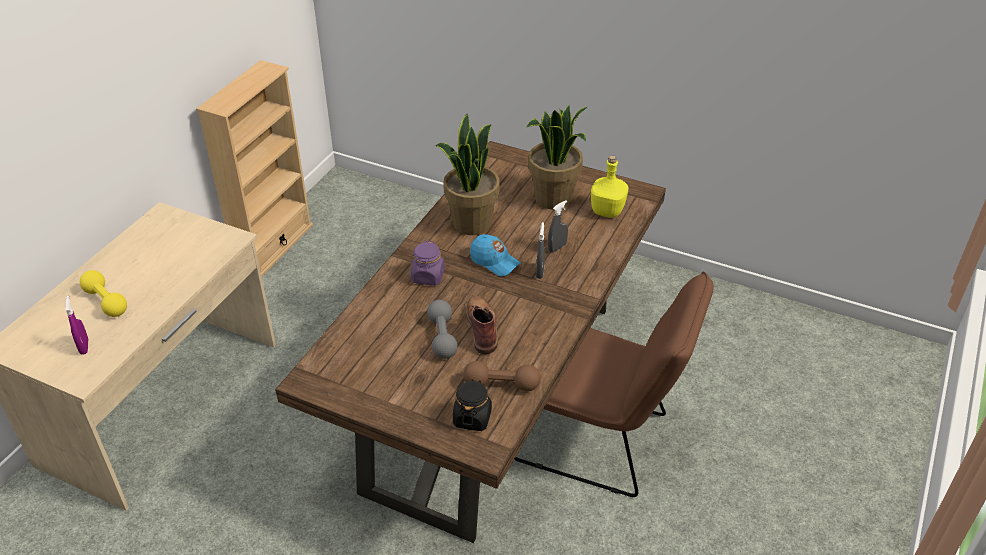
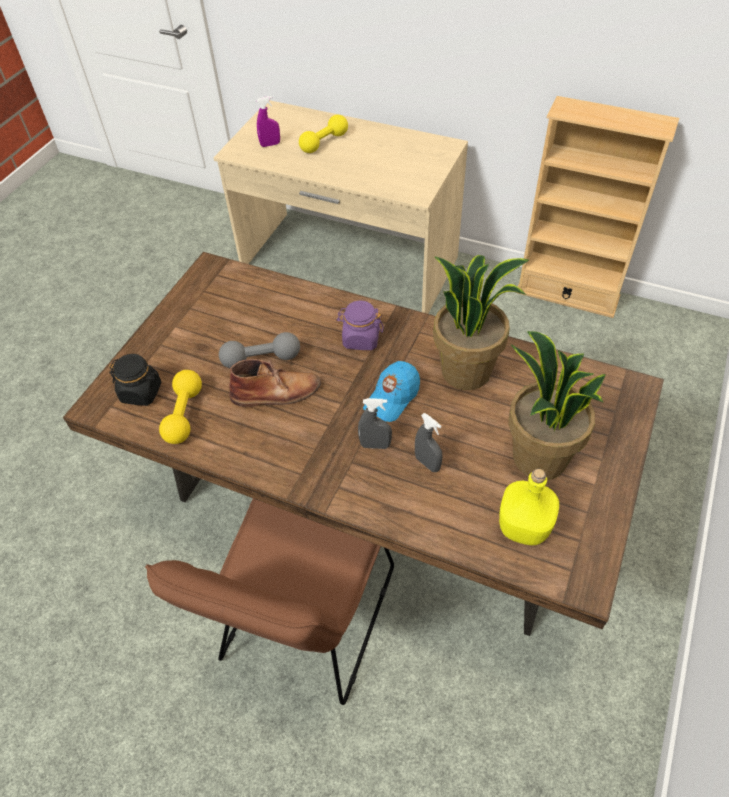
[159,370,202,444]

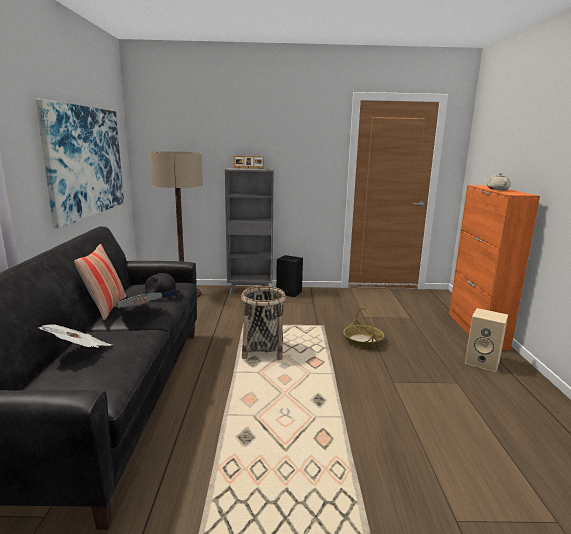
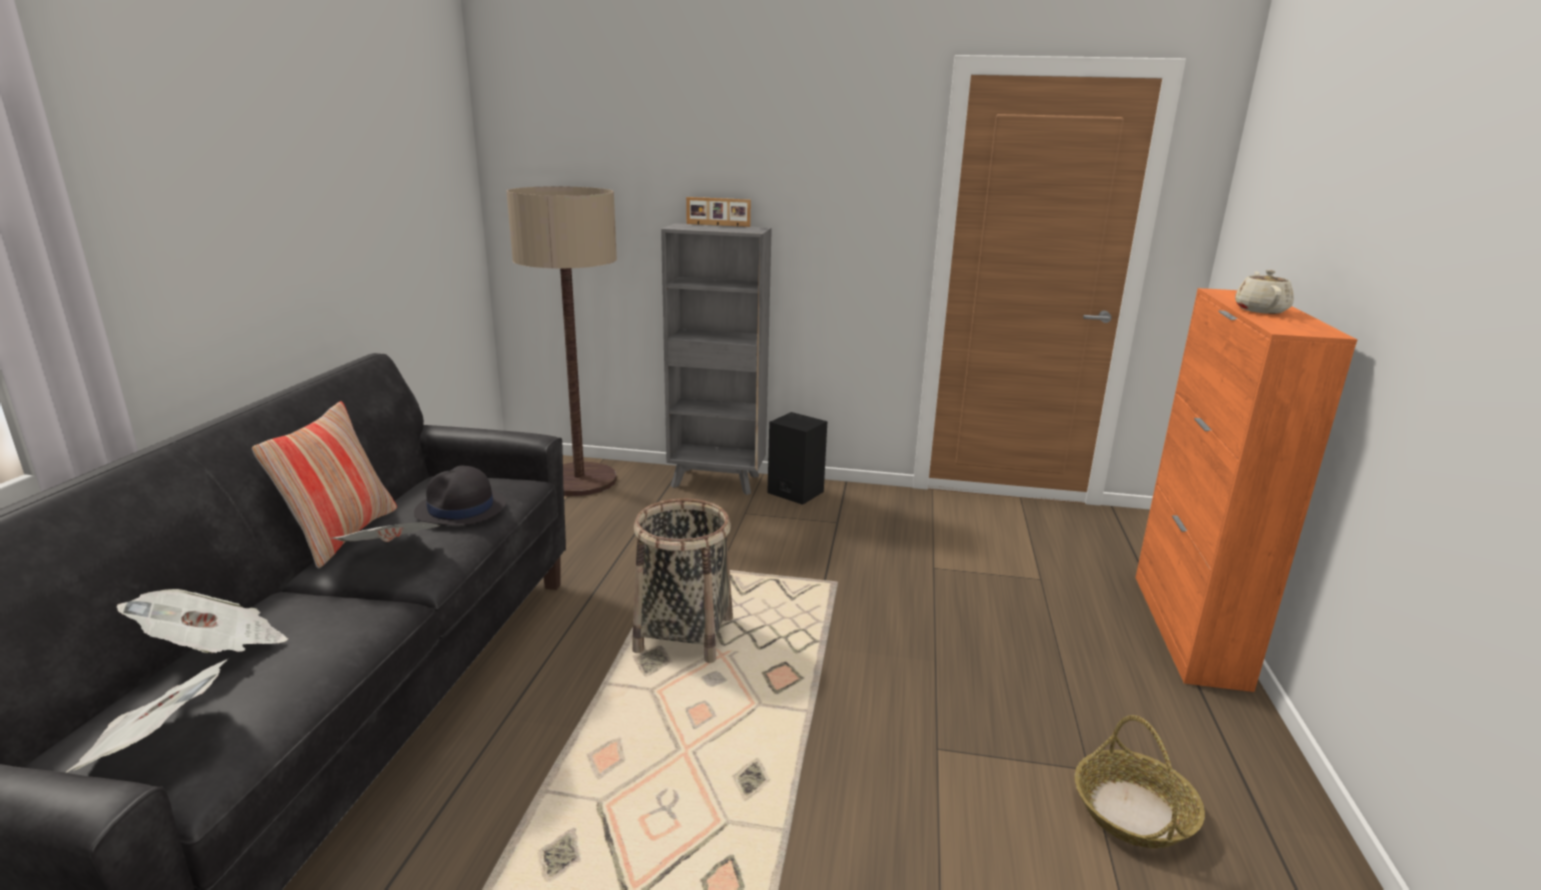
[66,658,229,773]
[1075,715,1205,848]
[36,99,124,228] (first image)
[465,308,508,372] (first image)

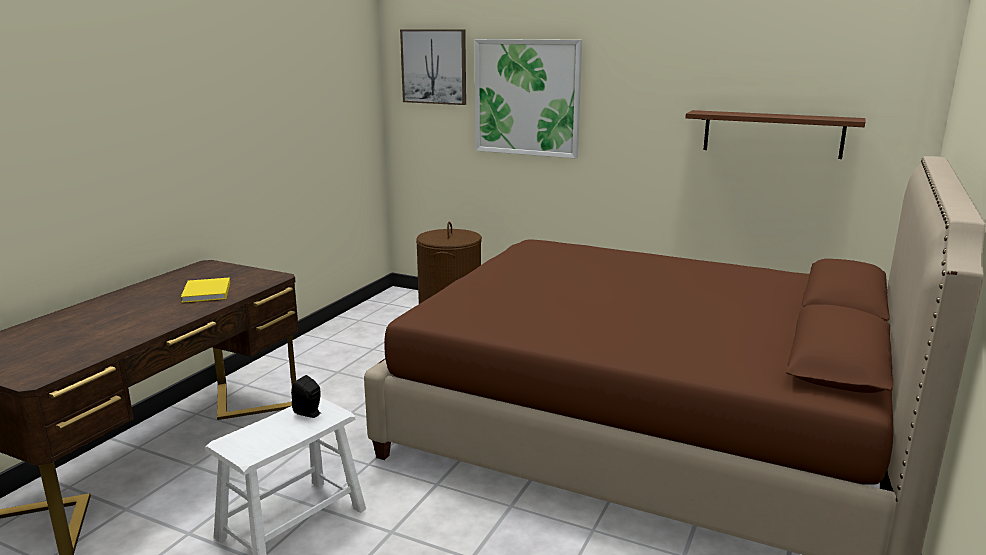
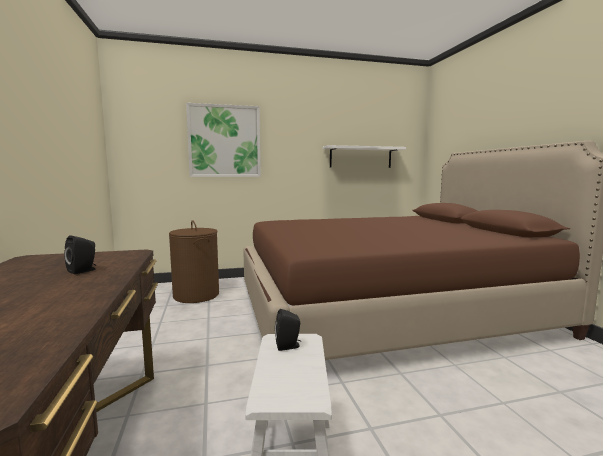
[64,235,96,274]
[323,145,406,168]
[400,29,466,105] (first image)

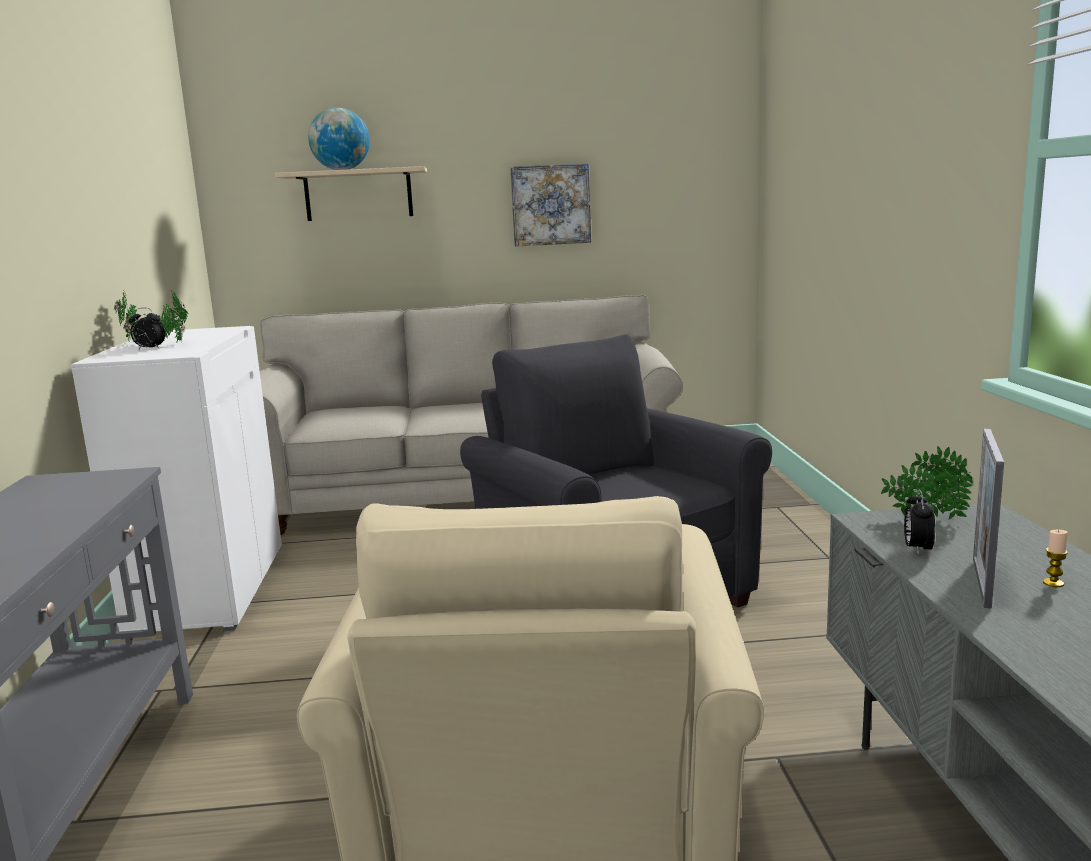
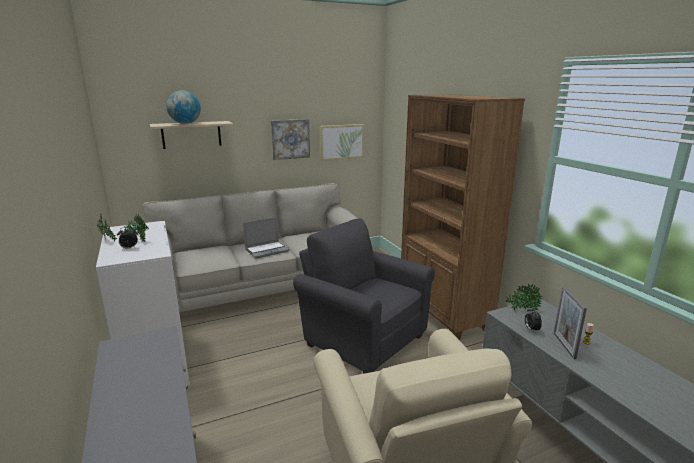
[243,217,289,259]
[320,124,364,161]
[401,94,525,340]

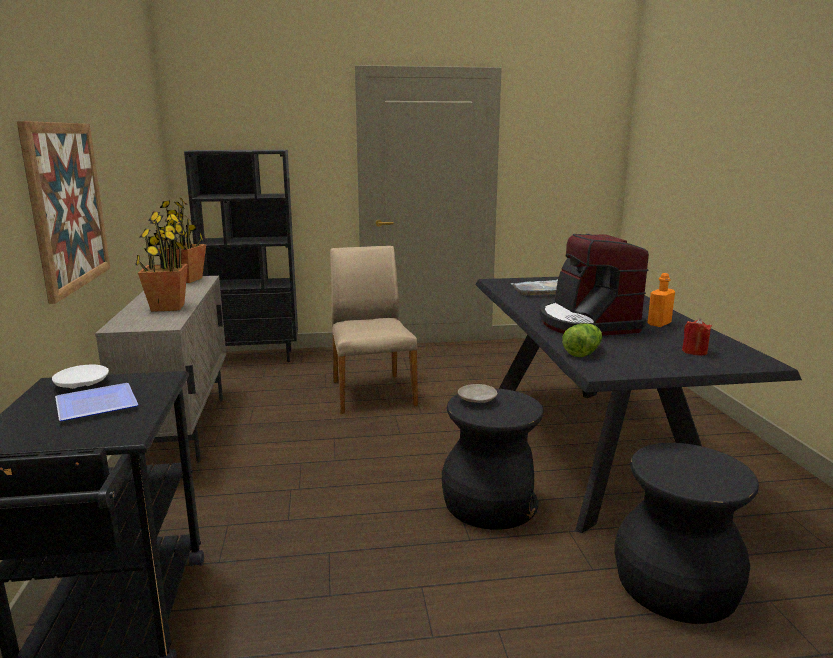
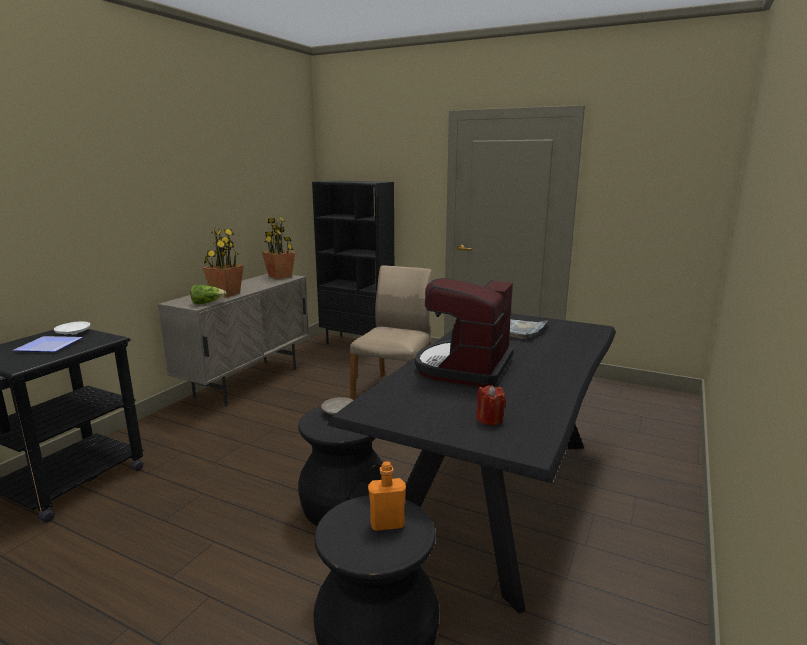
[191,285,226,305]
[368,461,406,531]
[17,121,111,304] (first image)

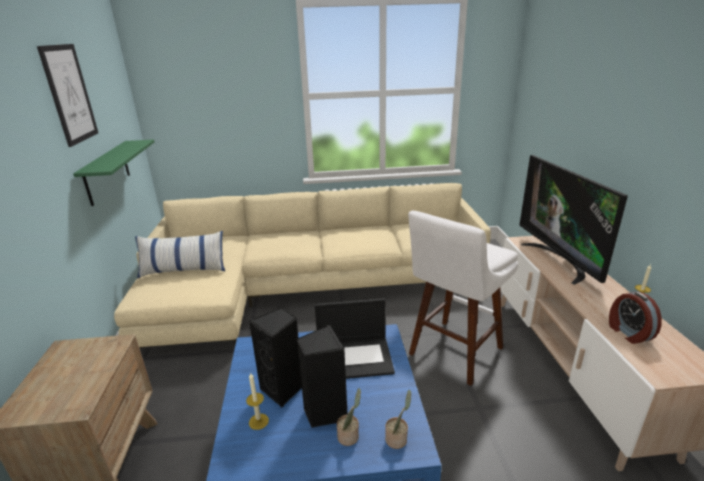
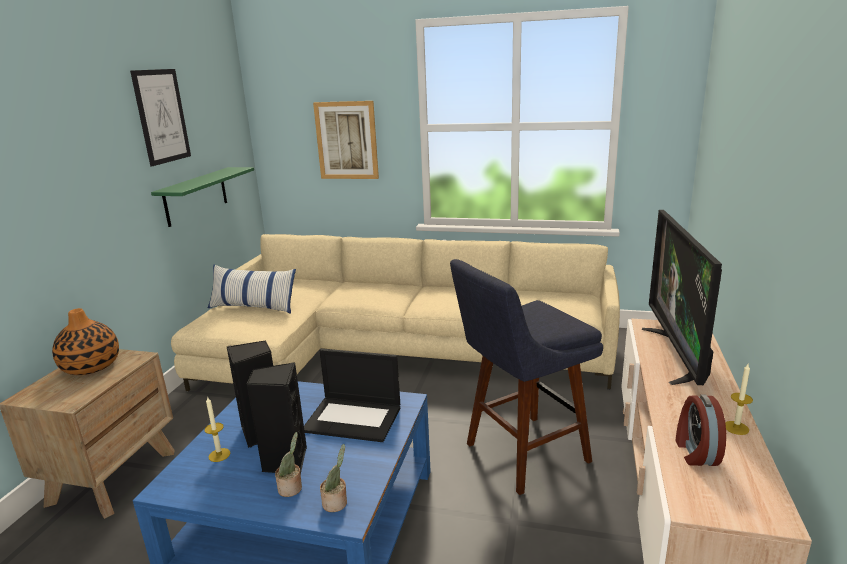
[52,308,119,375]
[313,101,379,179]
[450,259,603,495]

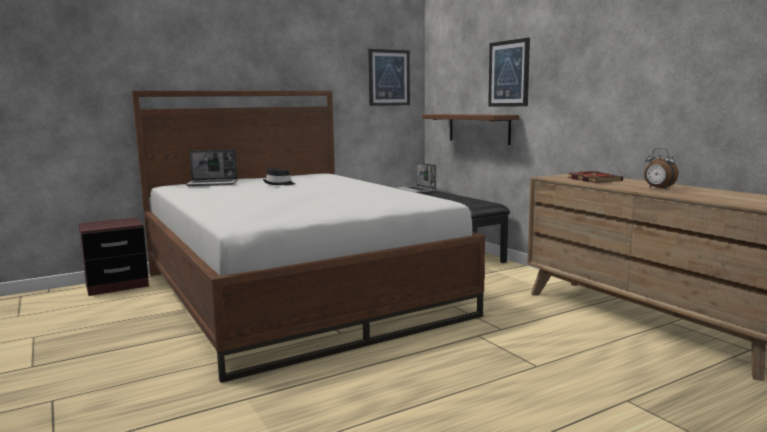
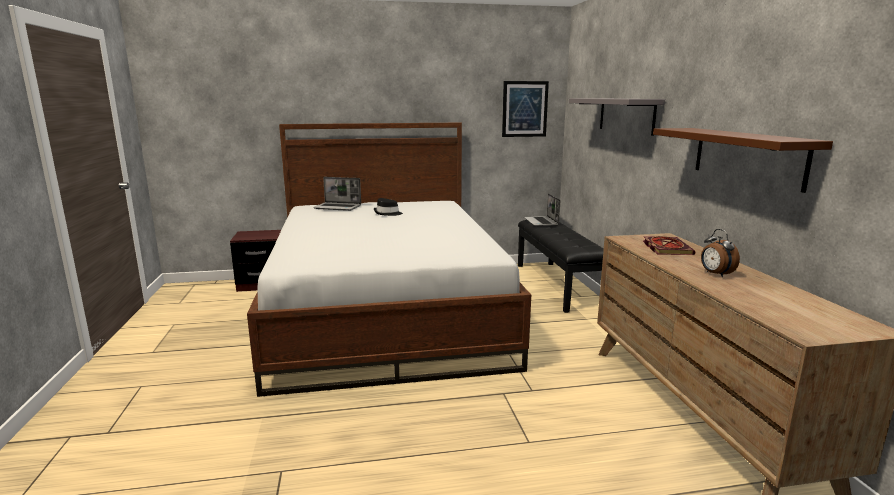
[569,98,665,136]
[653,128,833,193]

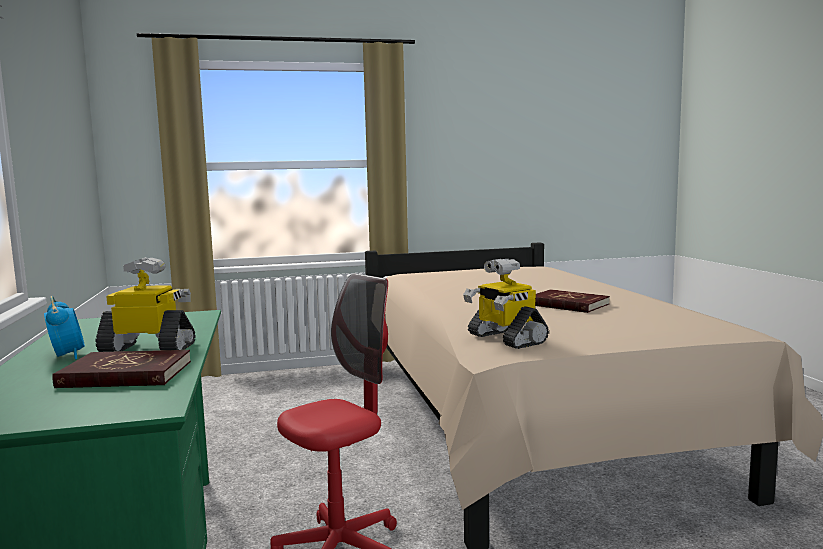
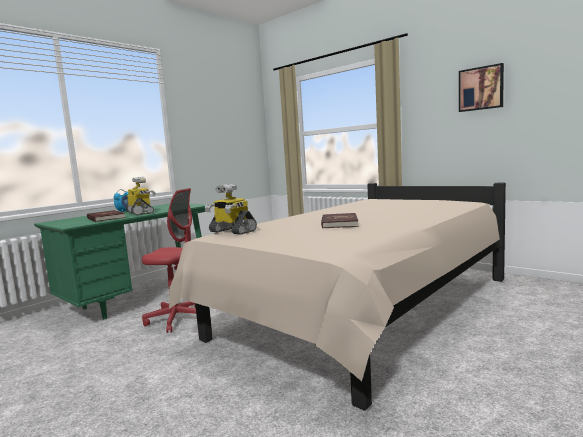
[205,184,257,235]
[459,63,504,112]

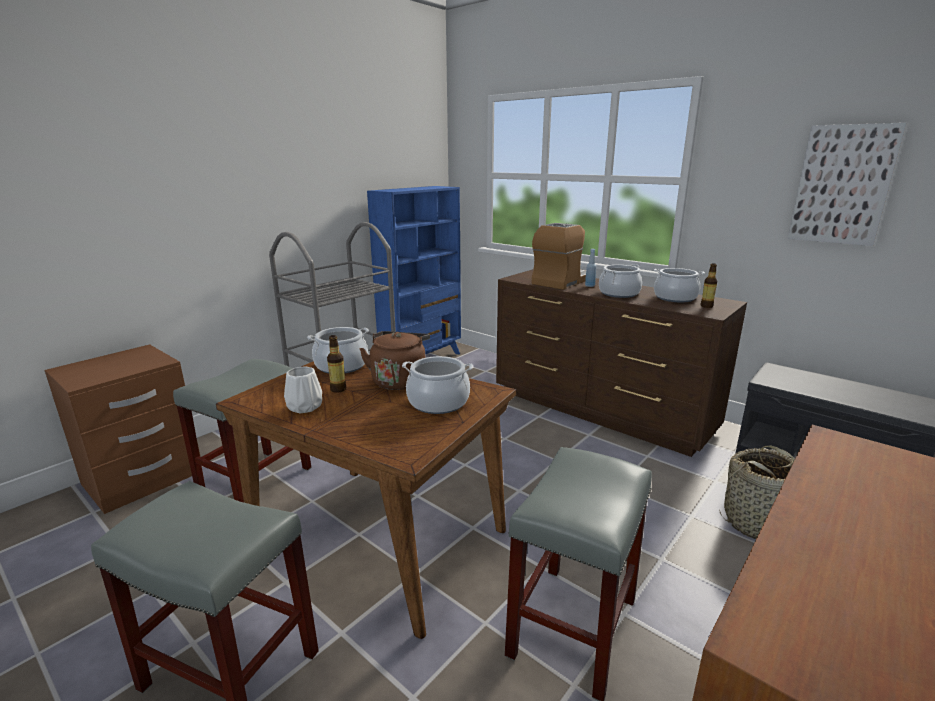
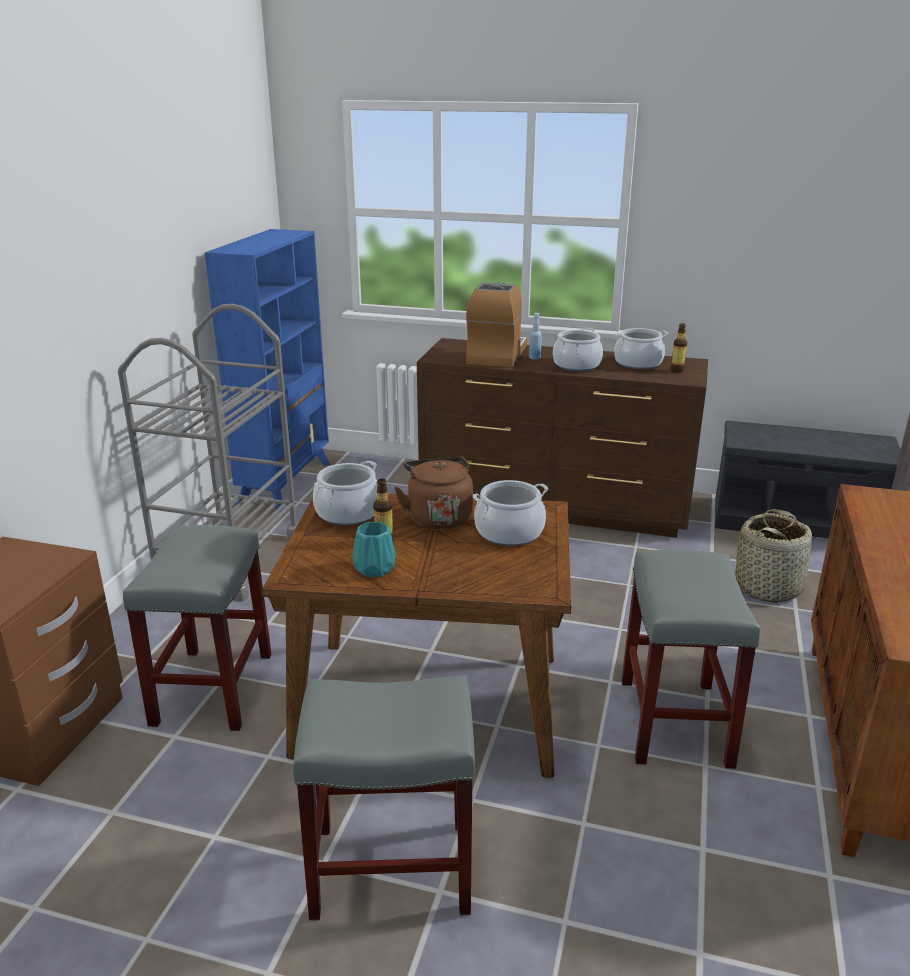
[353,522,396,577]
[787,123,907,246] (first image)

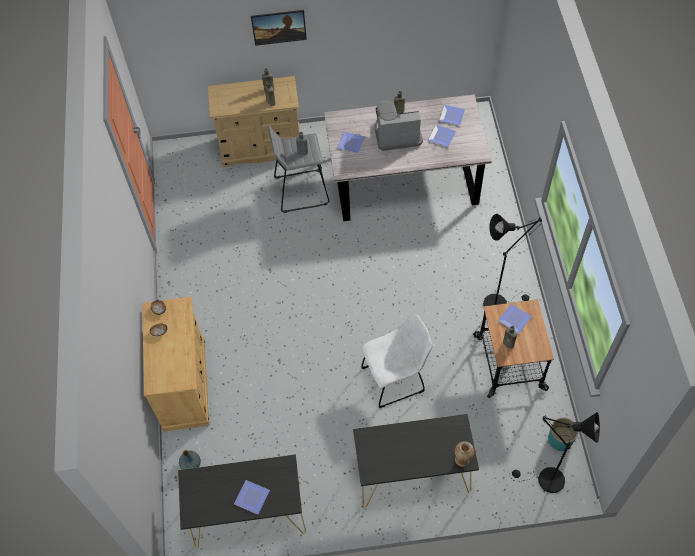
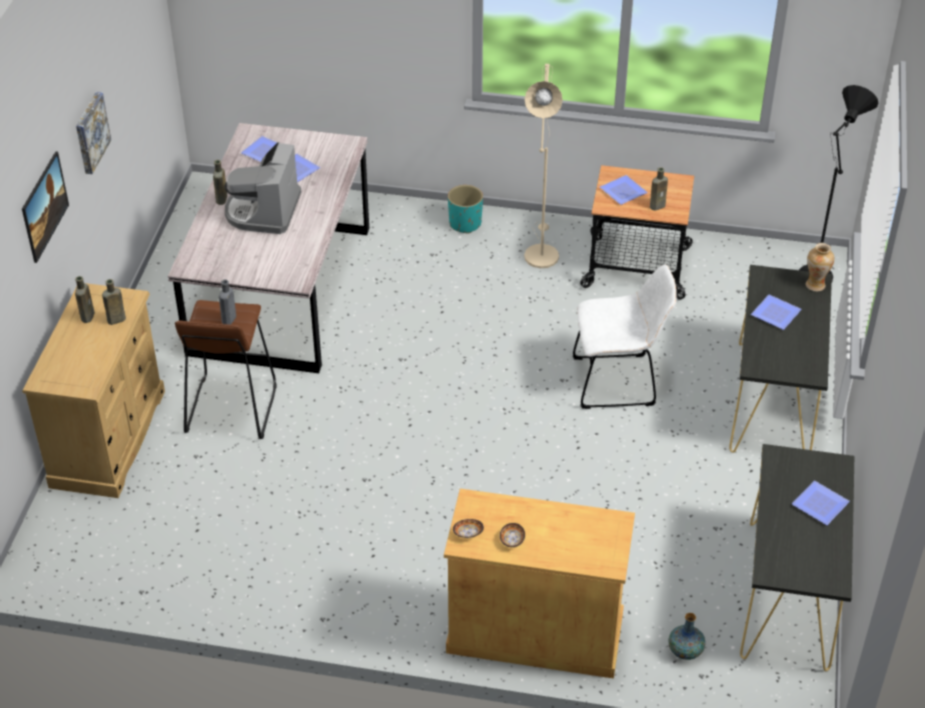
[76,92,111,174]
[175,300,277,439]
[448,185,483,234]
[524,64,563,268]
[573,265,677,409]
[751,295,802,330]

